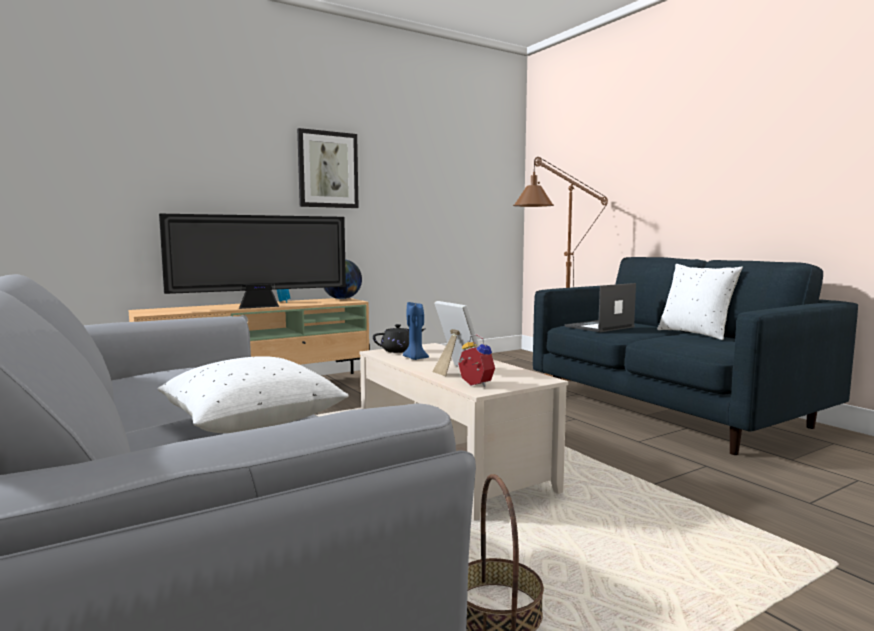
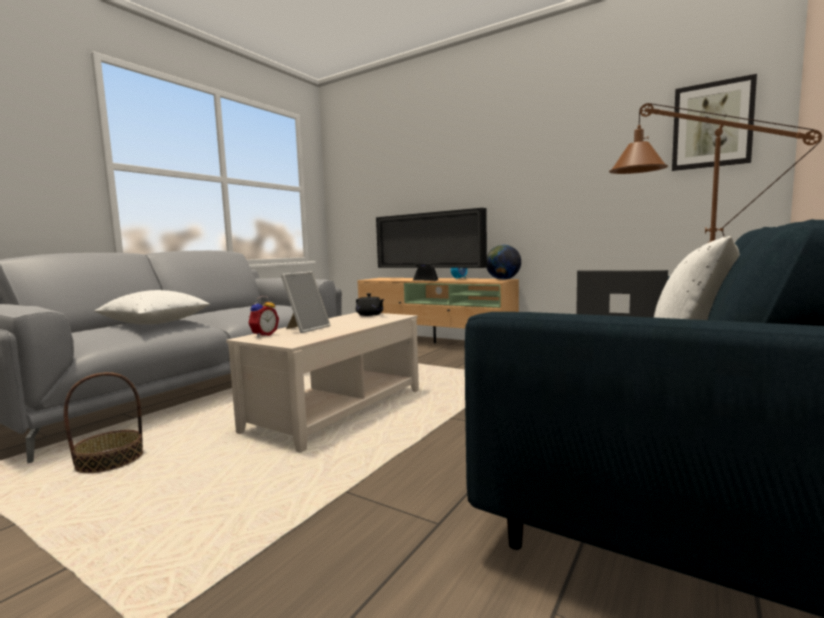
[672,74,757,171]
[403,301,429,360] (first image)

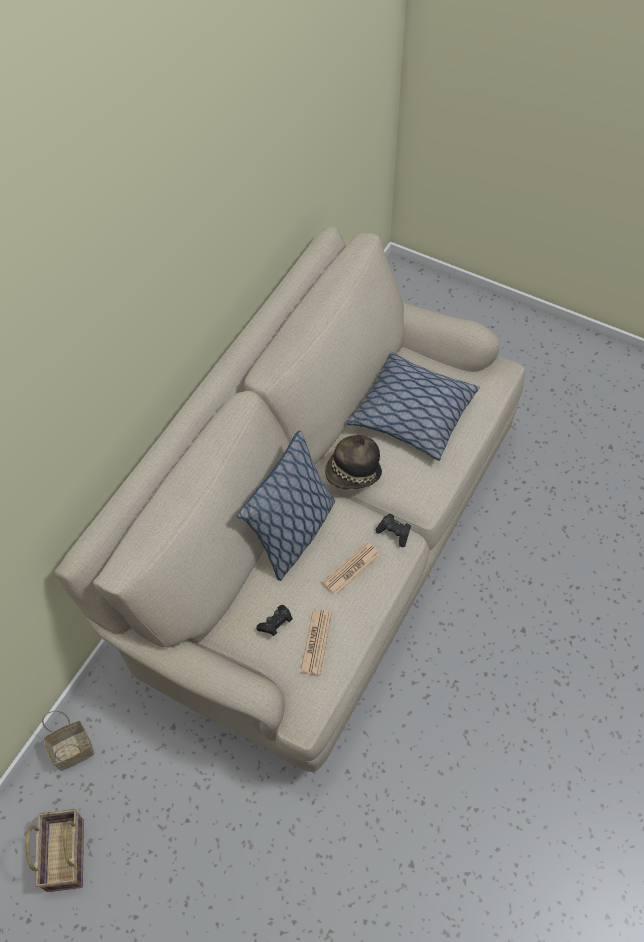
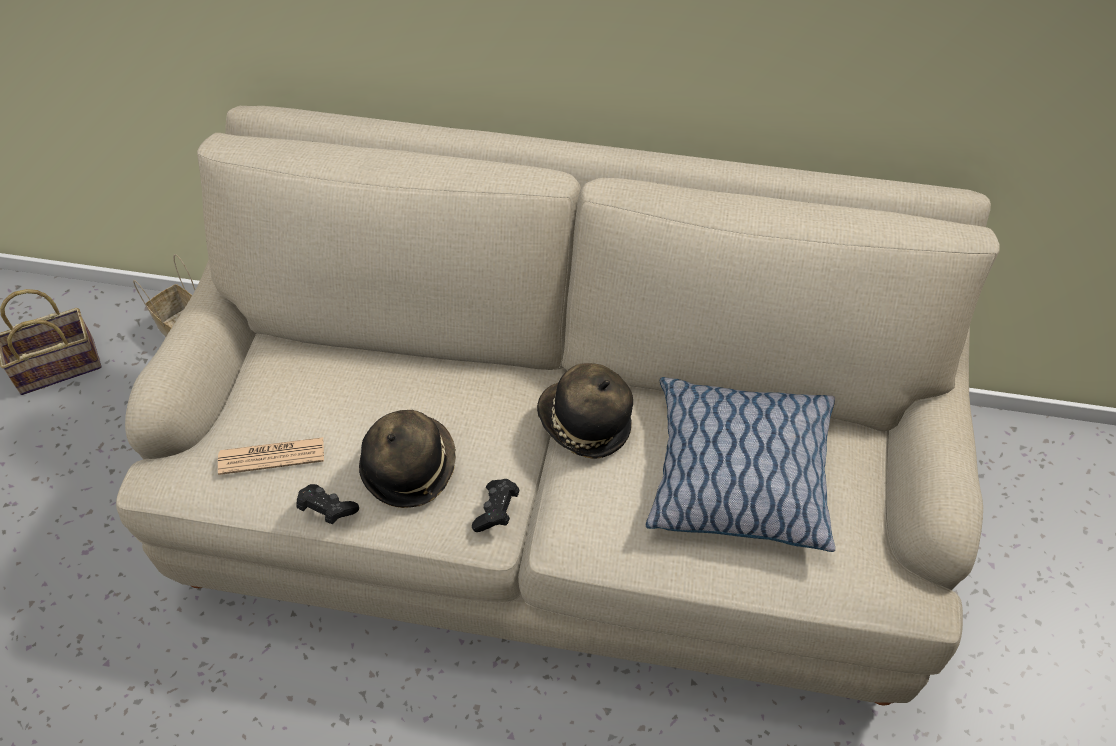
[297,484,359,525]
[359,410,456,508]
[237,431,335,581] (first image)

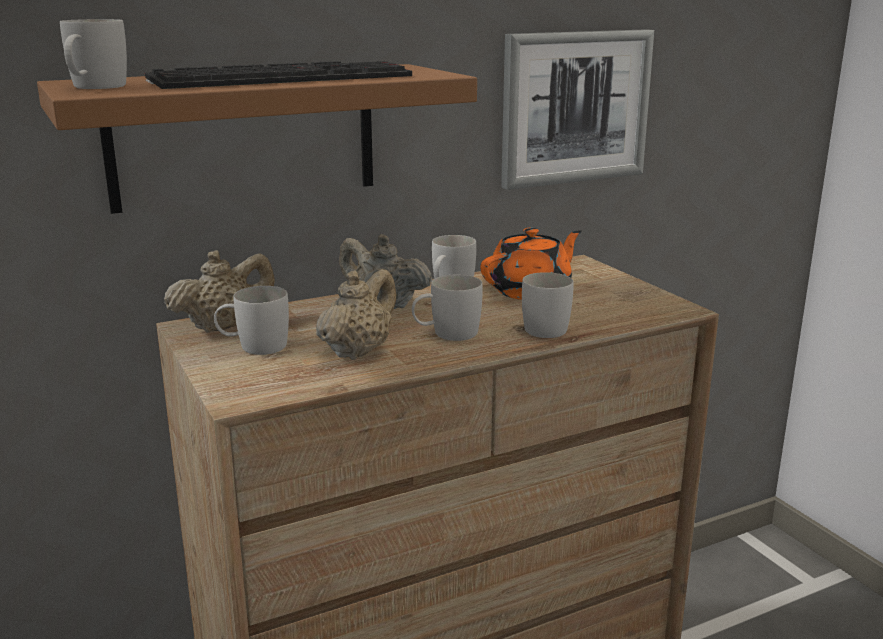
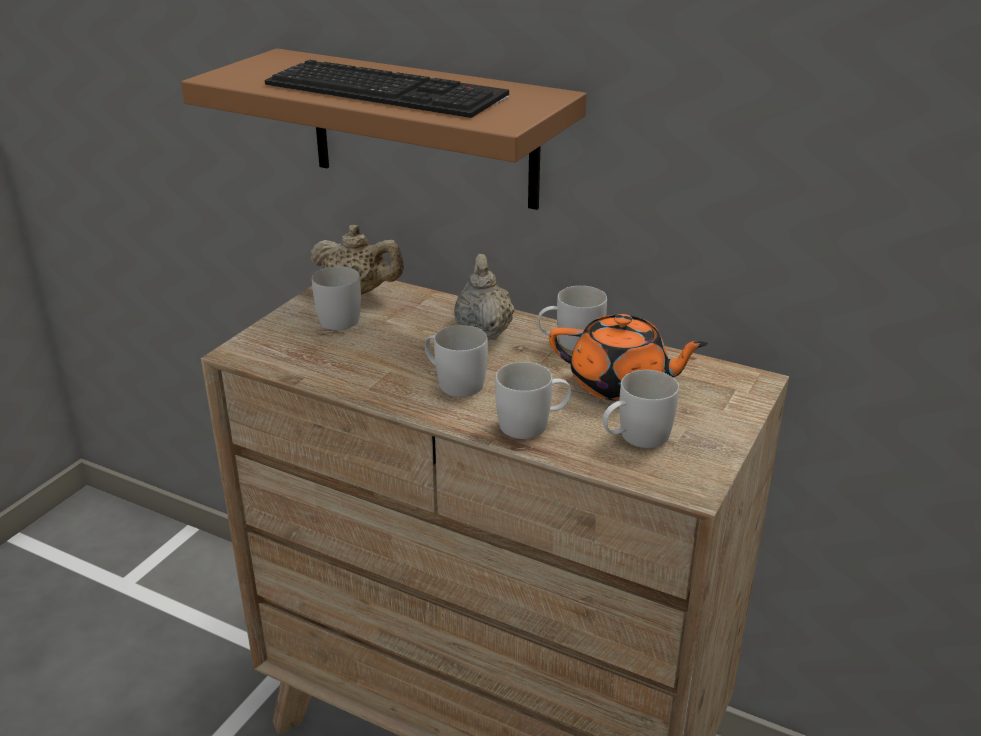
[603,370,679,448]
[316,269,396,360] (first image)
[501,29,654,190] (first image)

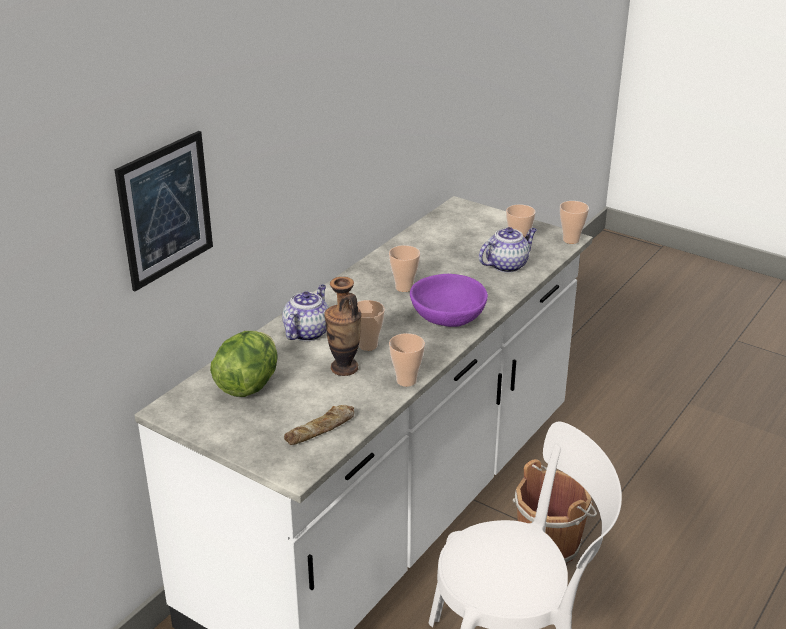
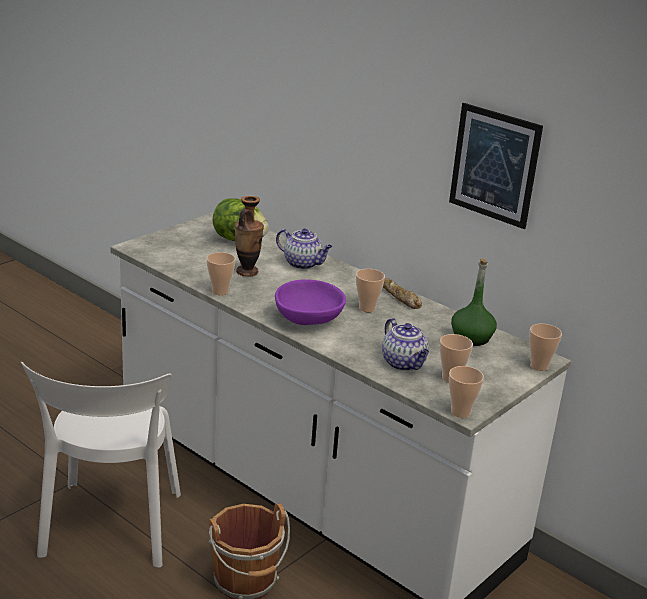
[383,278,422,309]
[449,103,543,229]
[451,259,497,346]
[529,324,562,371]

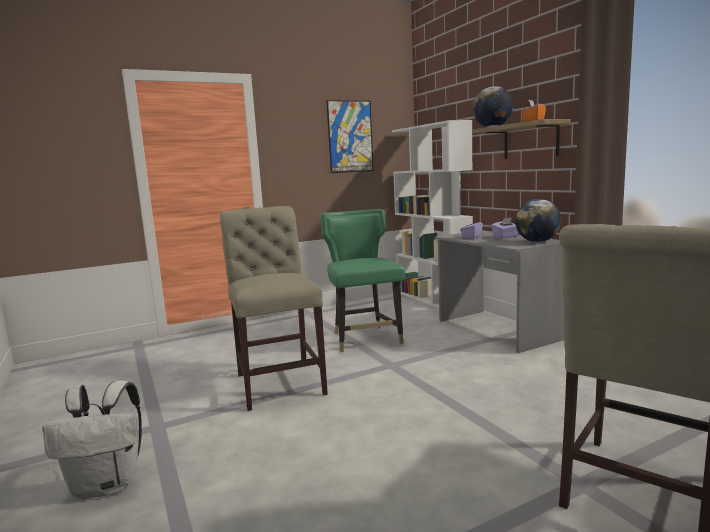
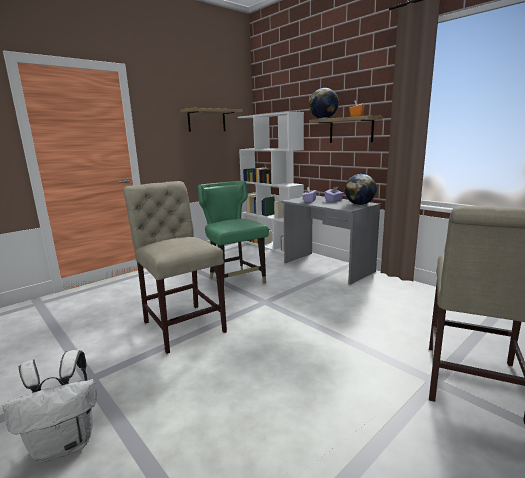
[180,108,243,132]

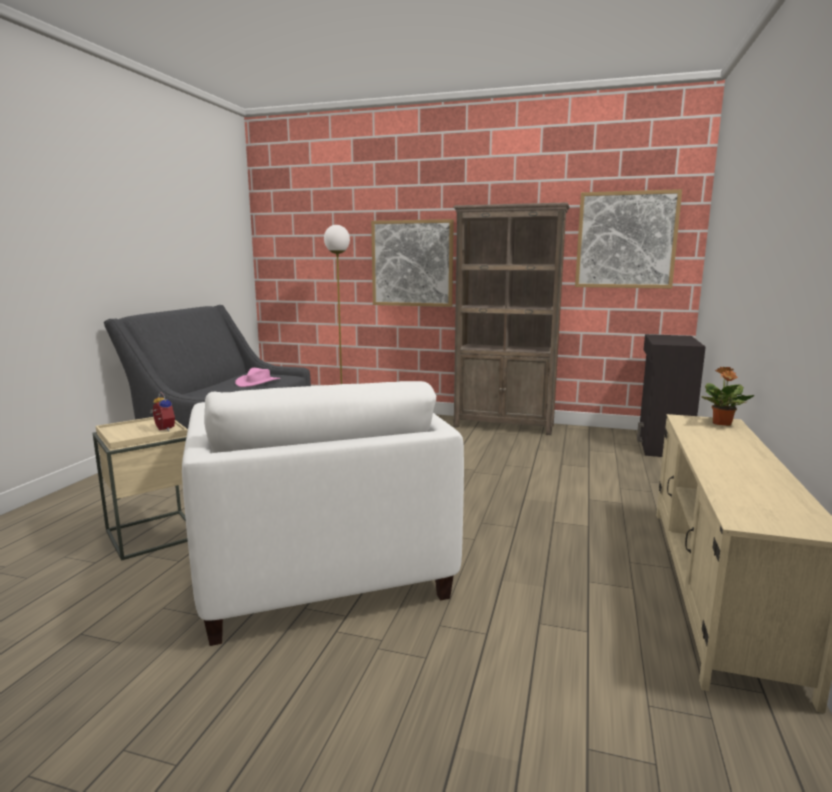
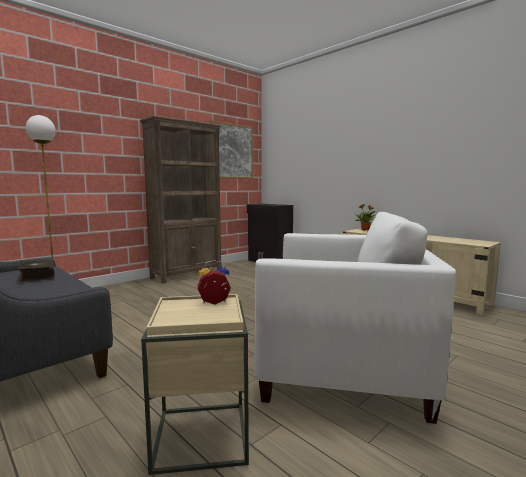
[18,259,55,282]
[371,219,454,307] (first image)

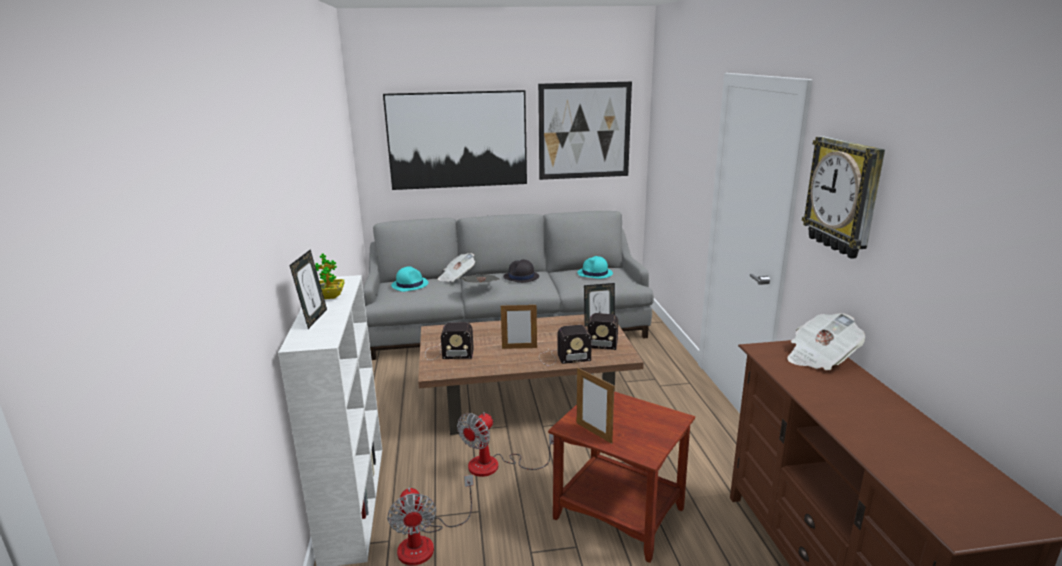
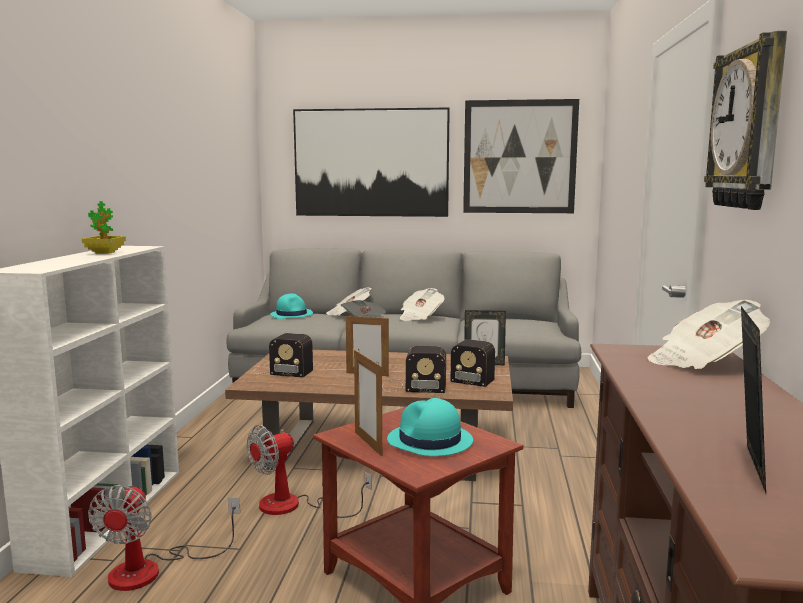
[387,398,473,456]
[400,288,444,321]
[741,306,766,493]

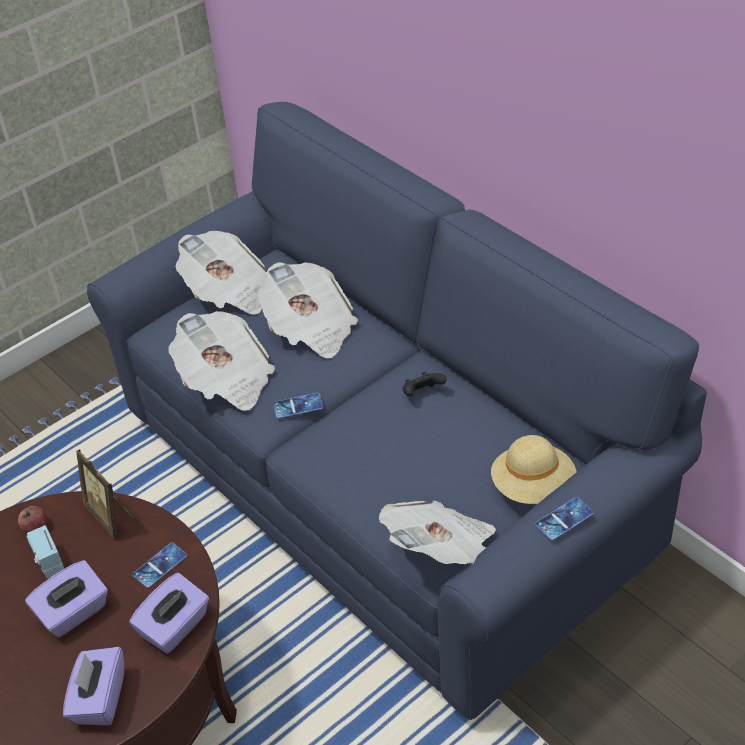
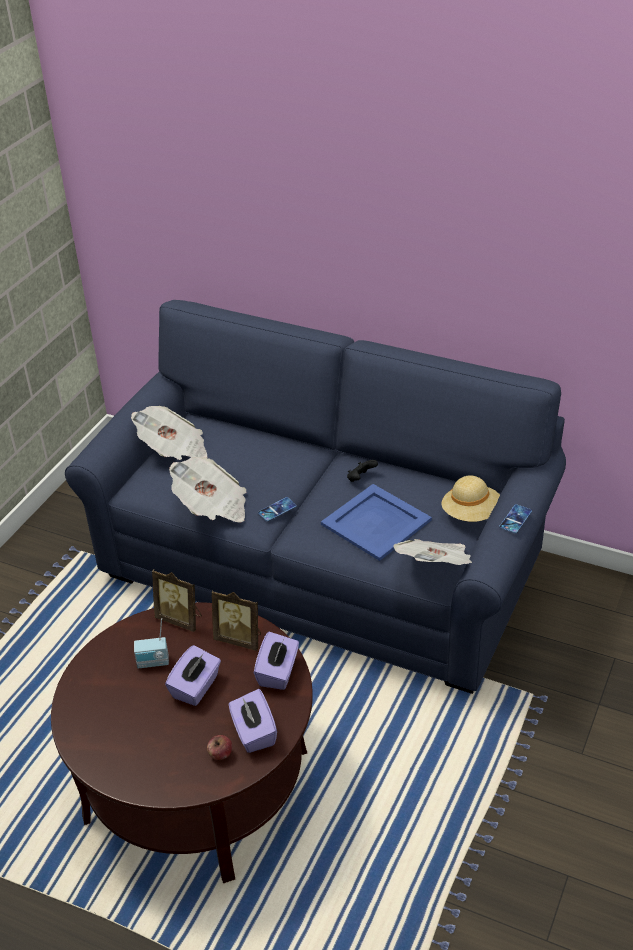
[134,618,169,668]
[207,735,232,760]
[212,591,261,651]
[321,484,432,561]
[258,262,358,358] (first image)

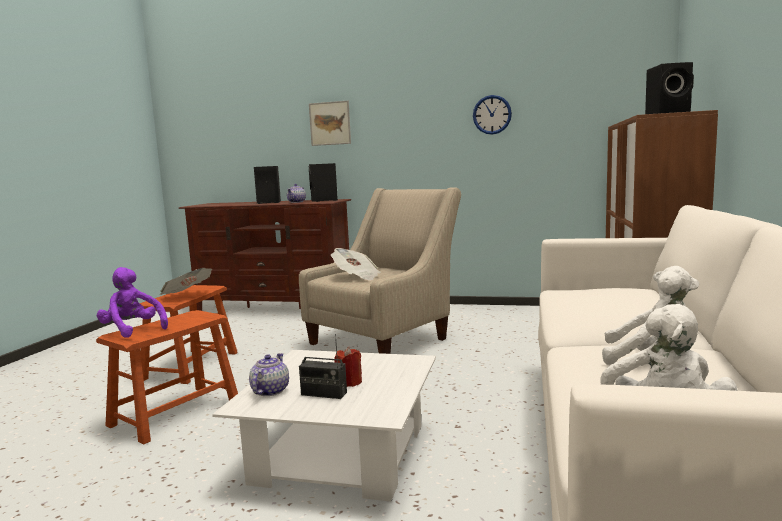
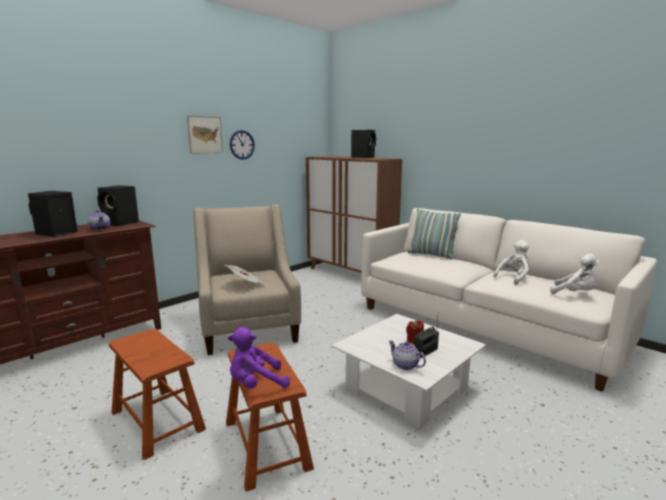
[187,115,223,154]
[408,208,461,259]
[160,268,212,295] (first image)

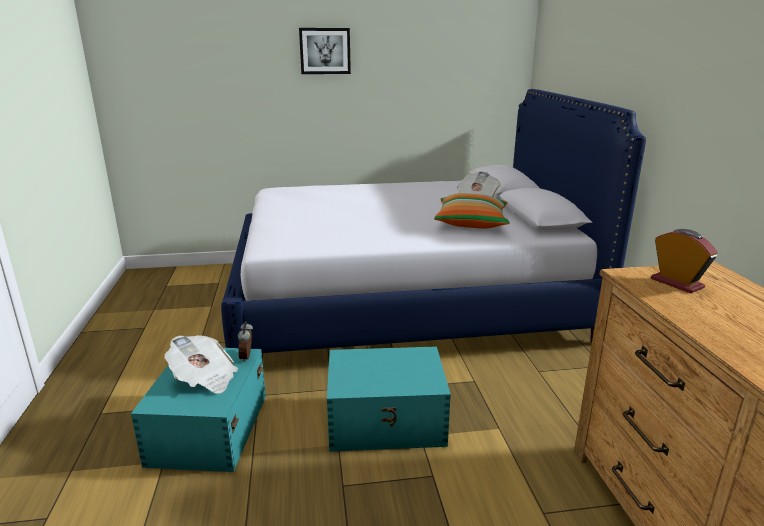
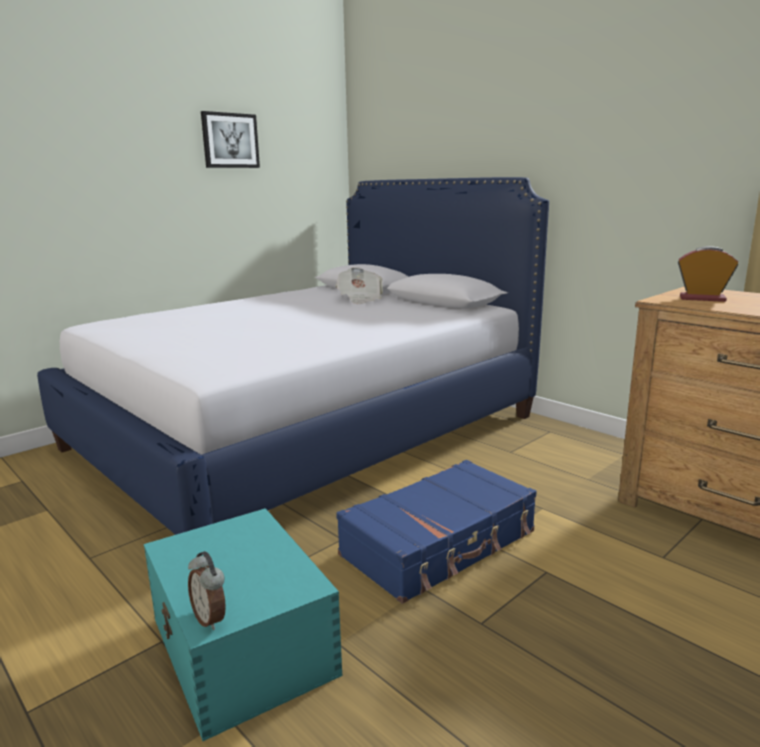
[188,551,226,630]
[201,111,260,168]
[336,460,537,604]
[165,335,238,394] (first image)
[434,193,510,229] (first image)

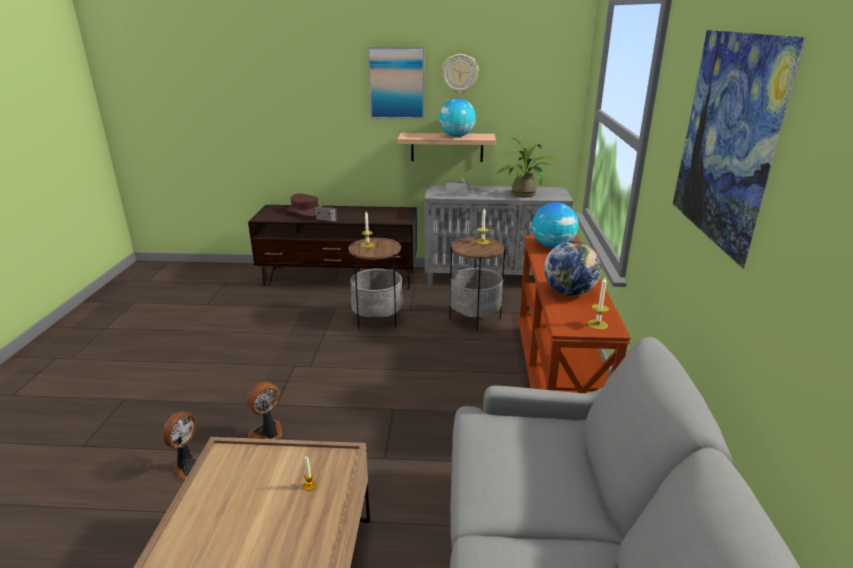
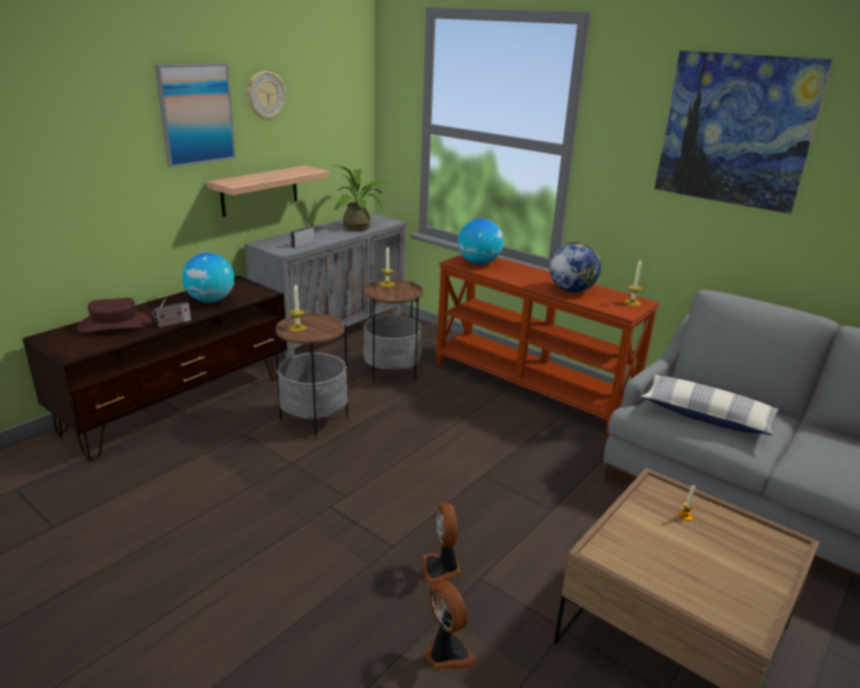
[182,253,235,303]
[641,375,779,436]

